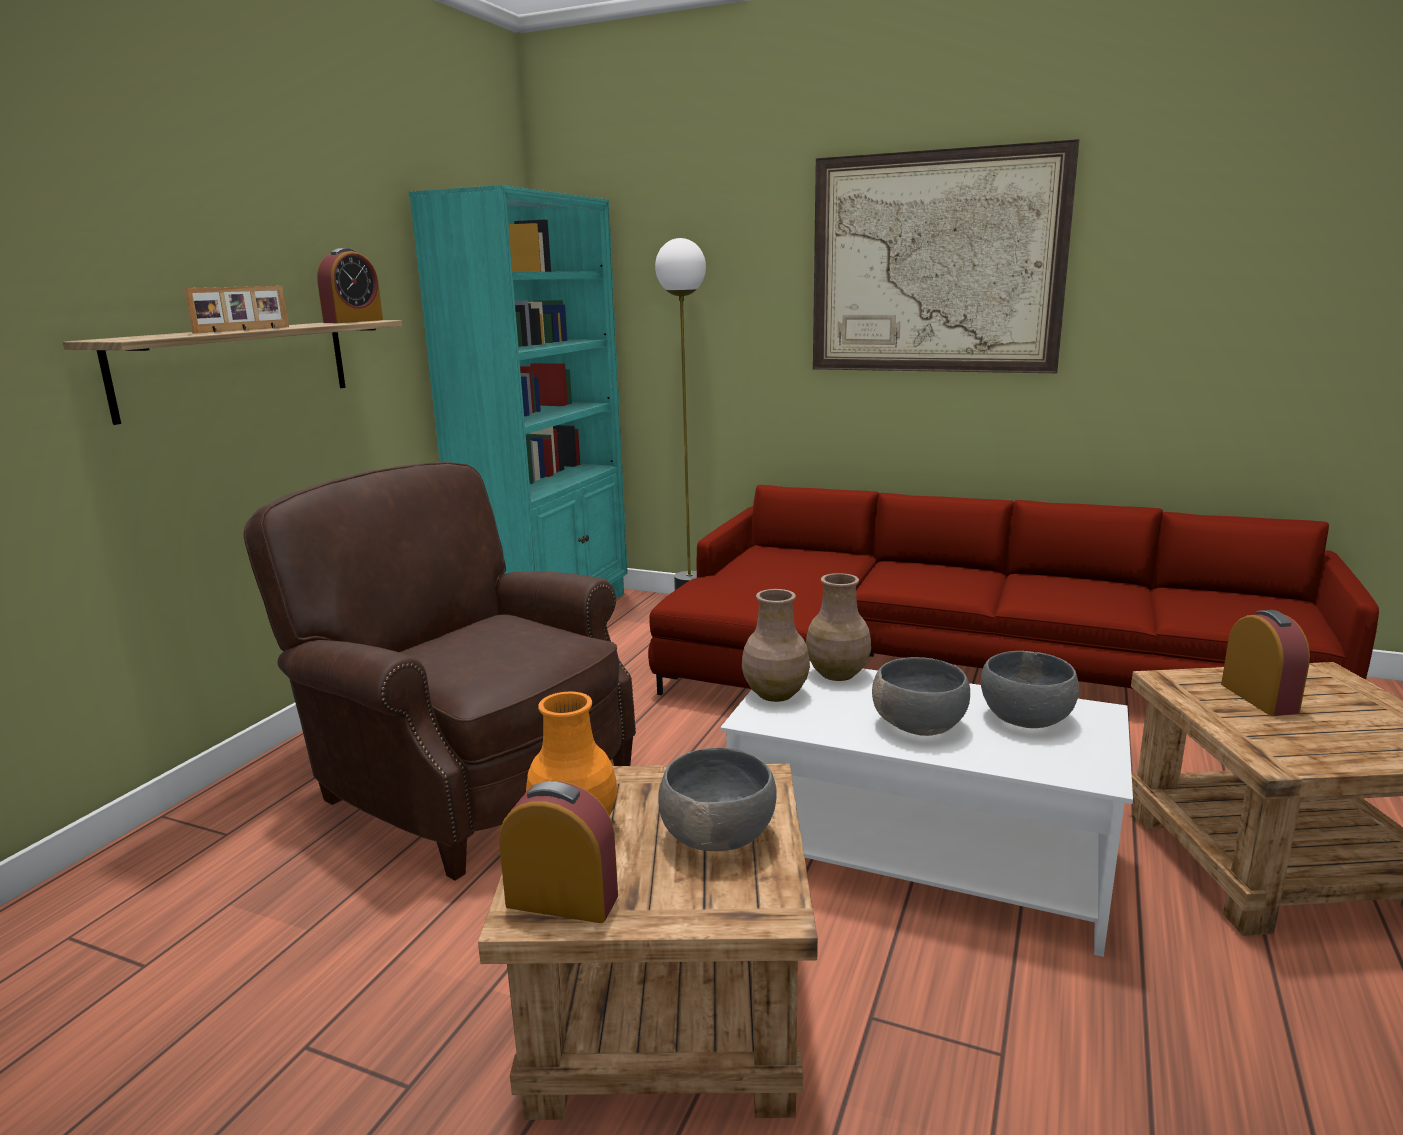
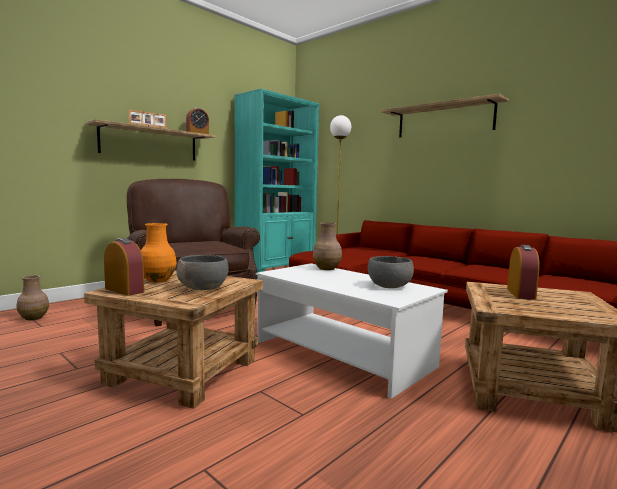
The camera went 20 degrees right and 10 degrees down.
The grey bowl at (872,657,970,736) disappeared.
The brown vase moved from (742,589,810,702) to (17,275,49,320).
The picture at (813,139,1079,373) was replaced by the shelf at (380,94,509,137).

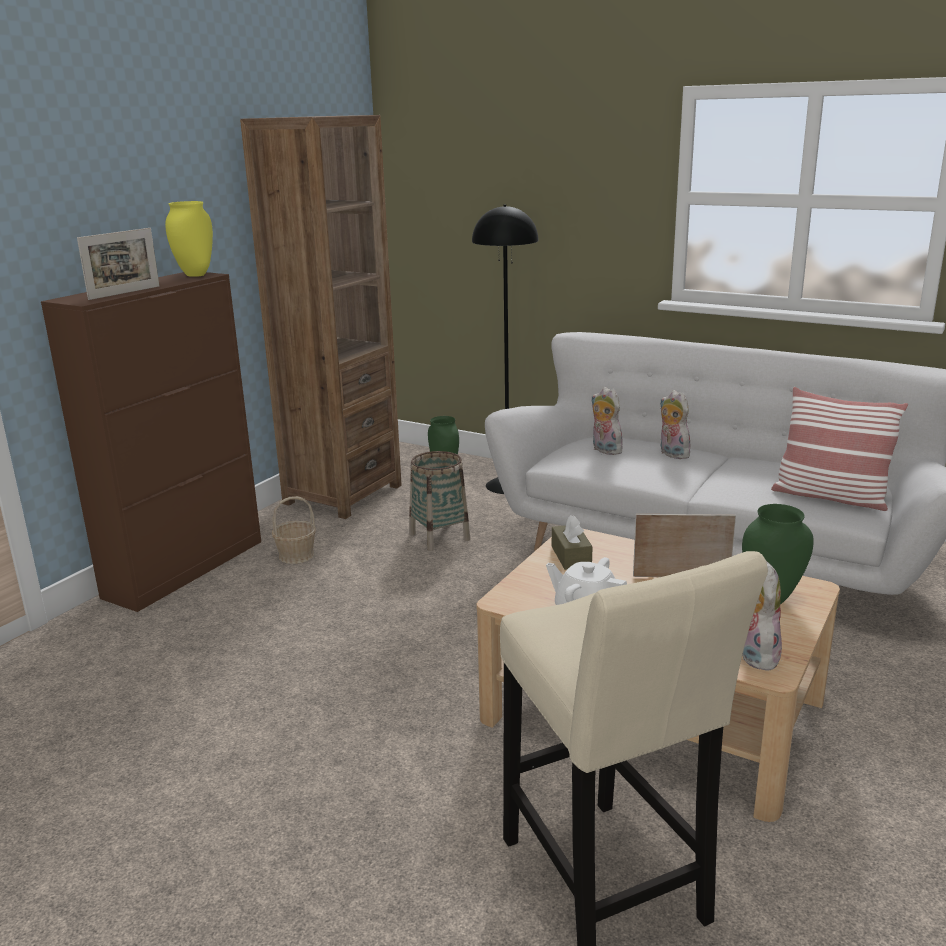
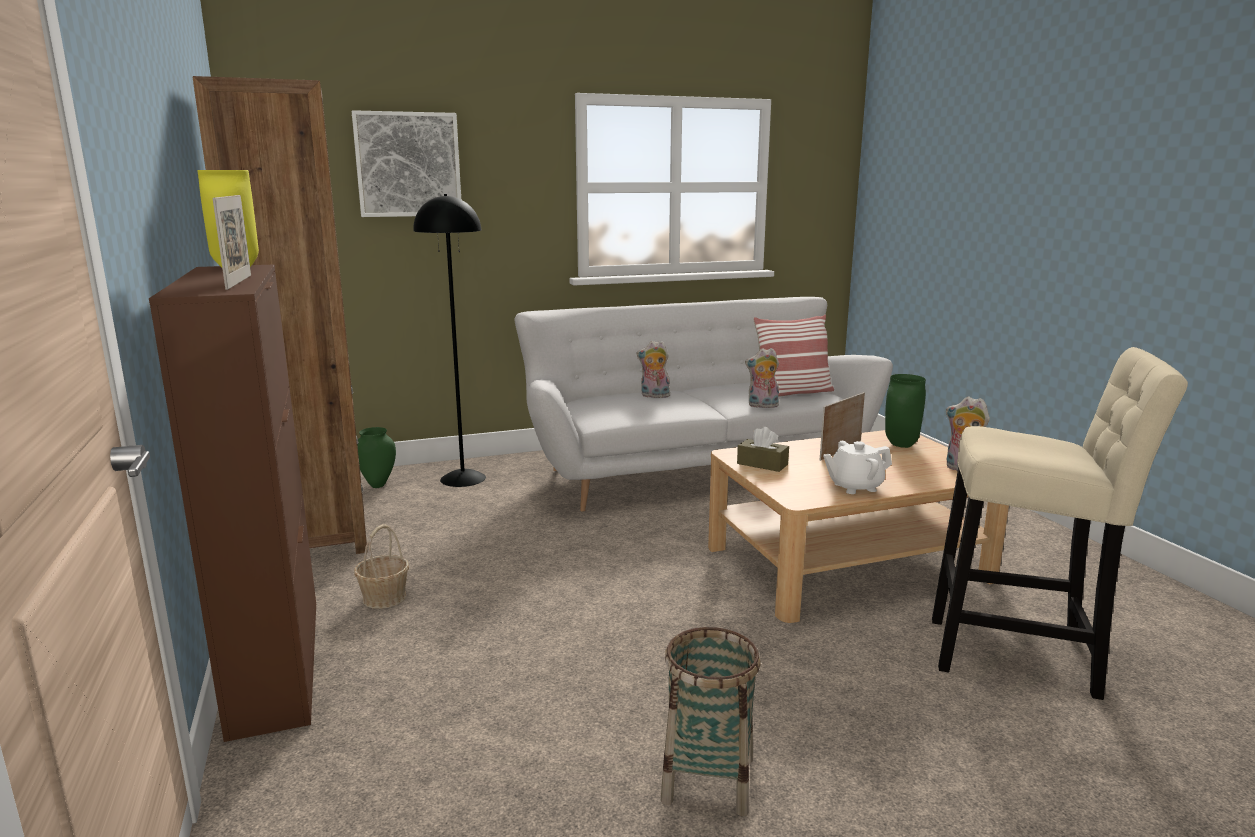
The camera went 50 degrees left and 5 degrees down.
The picture at (352,110,461,217) appeared.
The basket moved from (409,451,470,551) to (661,627,761,816).
The plush toy moved from (591,387,624,455) to (745,348,779,408).

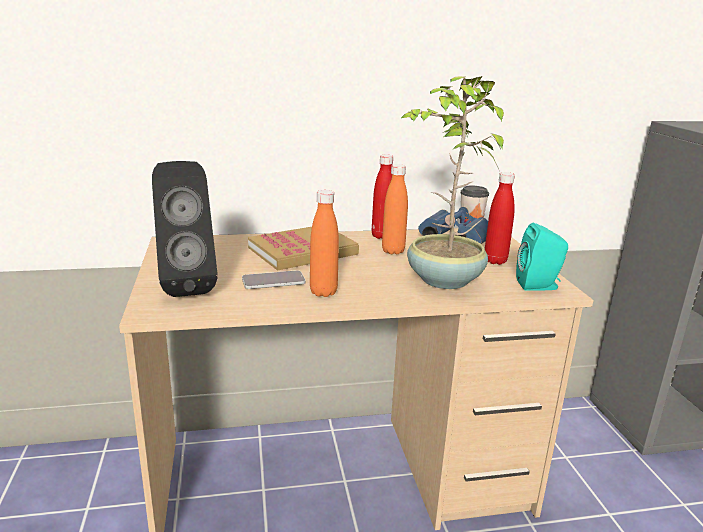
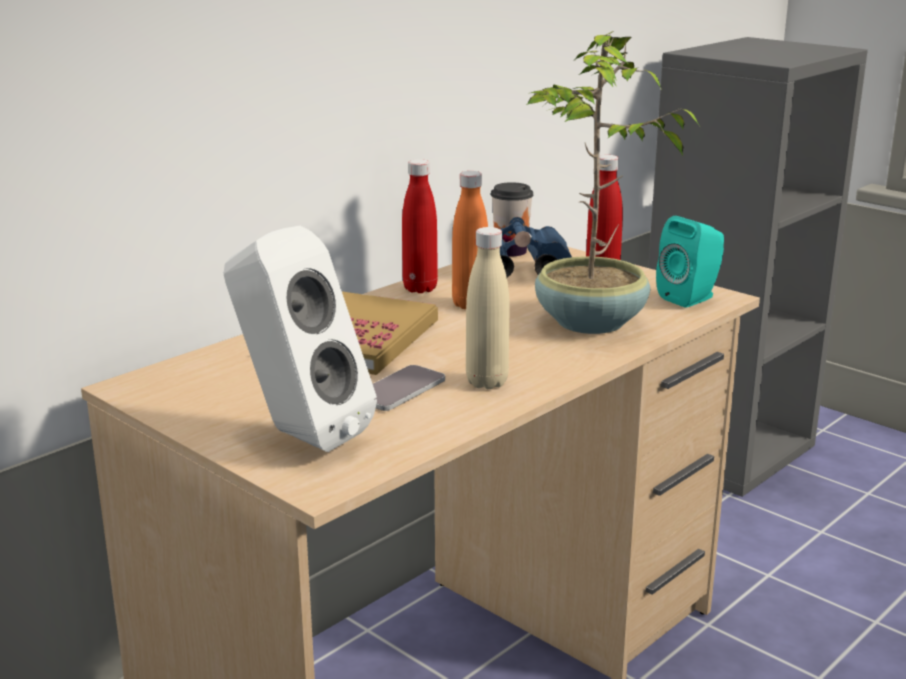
The camera went 35 degrees left and 0 degrees up.
The black speaker at (152,161,218,297) became the white speaker at (224,226,377,452).
The orange bottle at (310,190,339,297) became the beige bottle at (466,227,510,389).

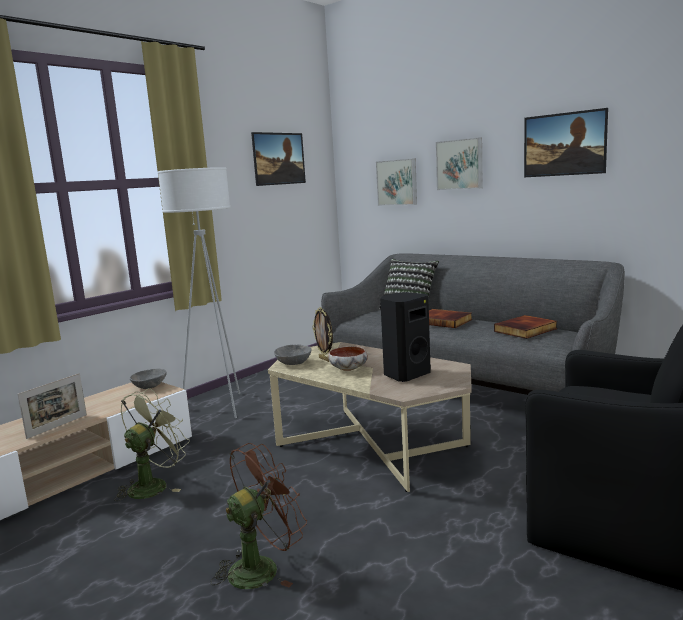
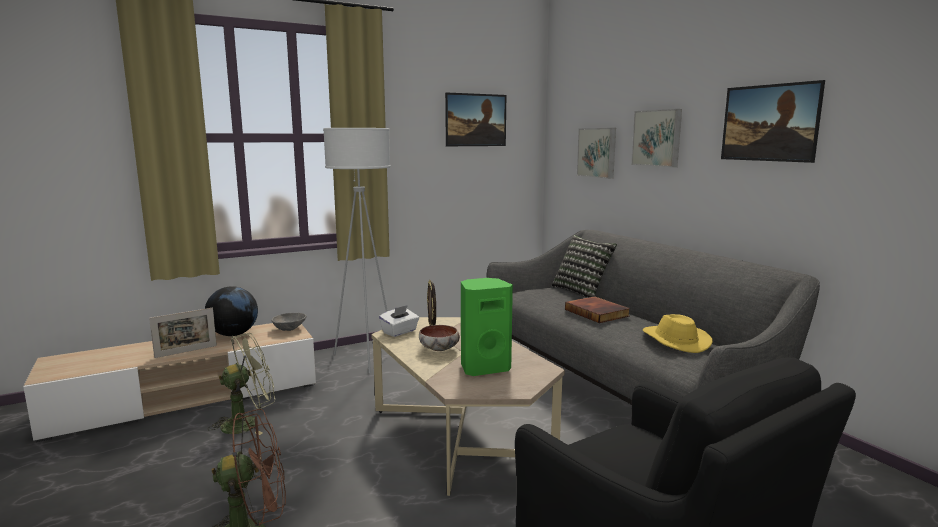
The camera went 20 degrees right and 0 degrees up.
The globe at (205,286,258,336) appeared.
The grey bowl at (274,344,311,365) was replaced by the white tissue box at (379,305,419,337).
The book at (494,315,557,339) was replaced by the yellow hat at (643,314,713,353).
The black speaker at (380,292,431,382) became the green speaker at (461,278,513,376).

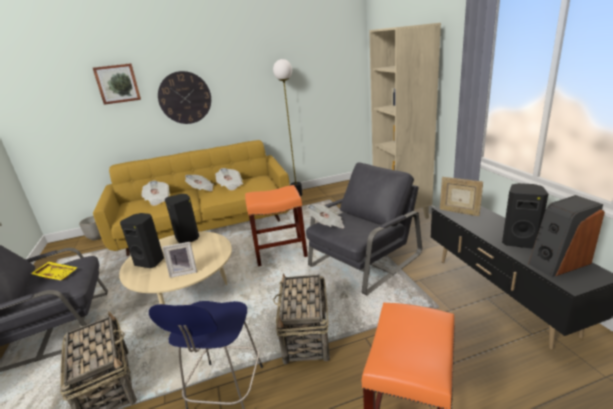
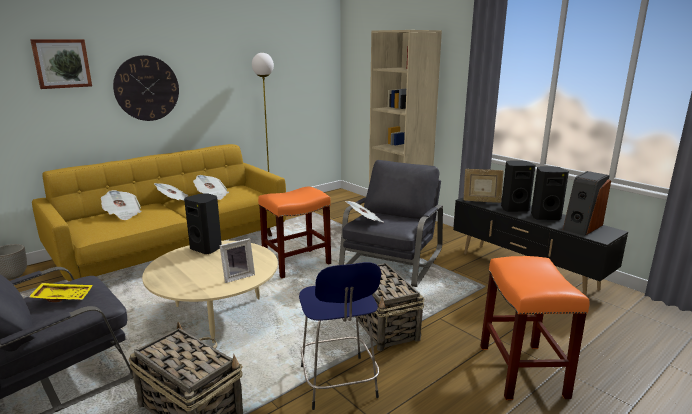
The camera went 25 degrees left and 5 degrees down.
The black speaker moved from (120,213,164,268) to (501,160,536,212).

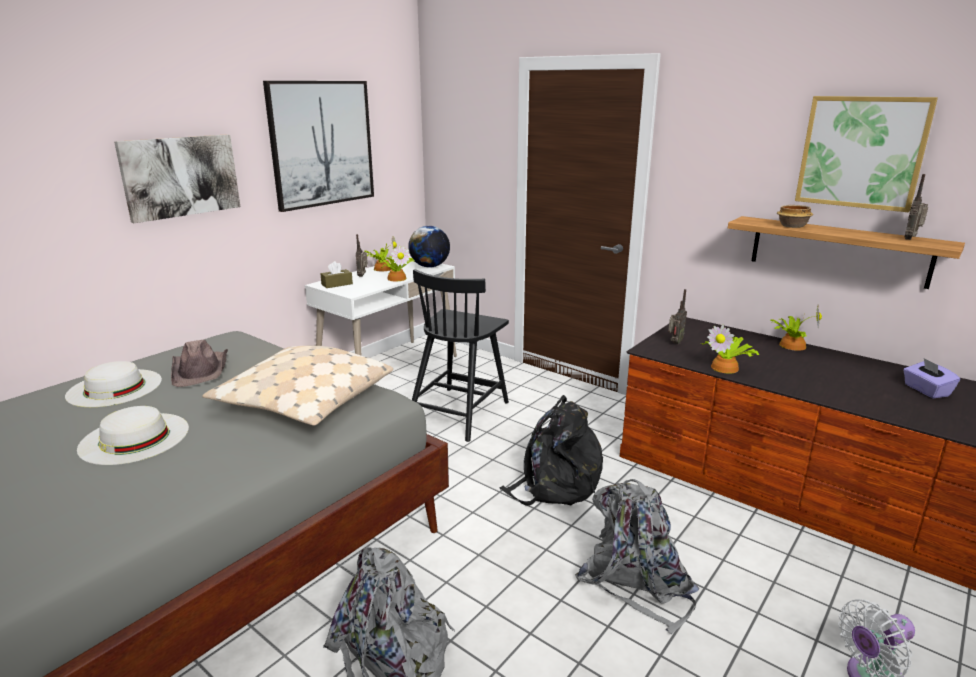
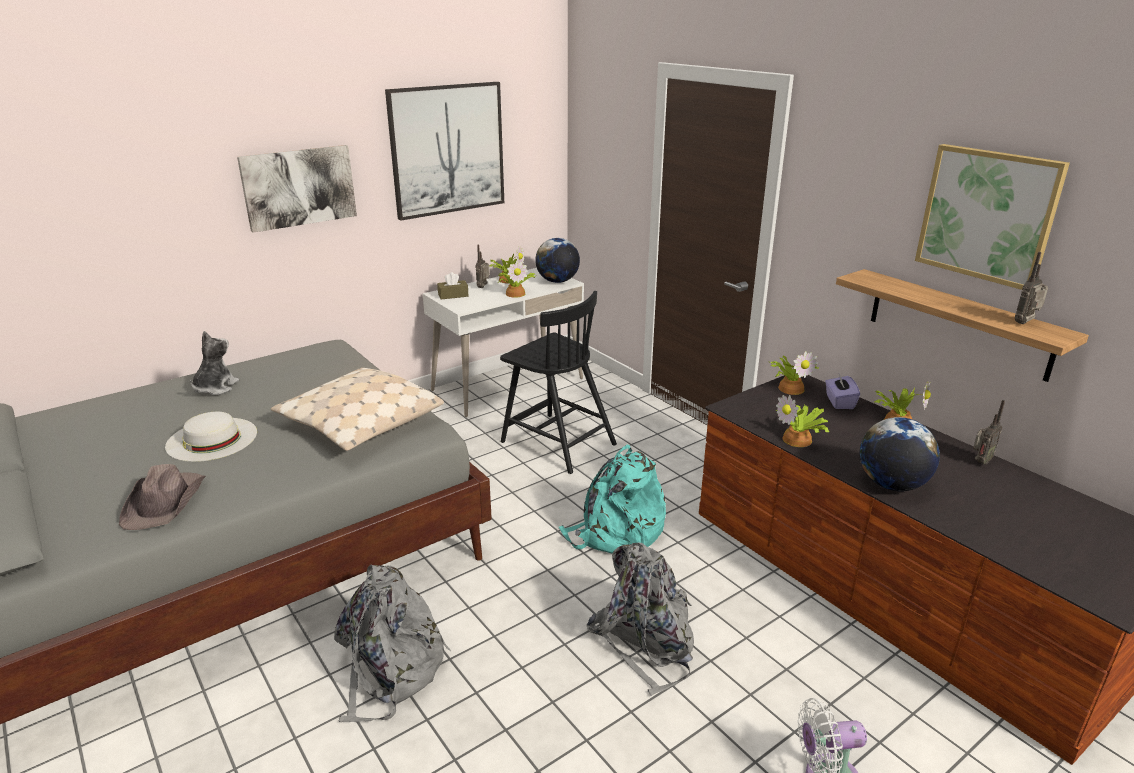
The camera went 15 degrees right and 5 degrees up.
The bowl at (777,205,813,228) disappeared.
The potted plant at (770,351,819,395) appeared.
The globe at (860,417,940,491) appeared.
The brown hat moved from (171,340,228,387) to (119,464,206,530).
The radio moved from (668,289,687,344) to (973,400,1005,465).
The purple tissue box moved from (903,358,960,398) to (825,374,860,409).
The white hat at (65,361,162,407) was replaced by the plush toy at (190,331,239,396).
The black backpack at (500,395,603,506) became the turquoise backpack at (559,445,666,554).
The black chair at (412,269,509,442) turned 90 degrees counterclockwise.

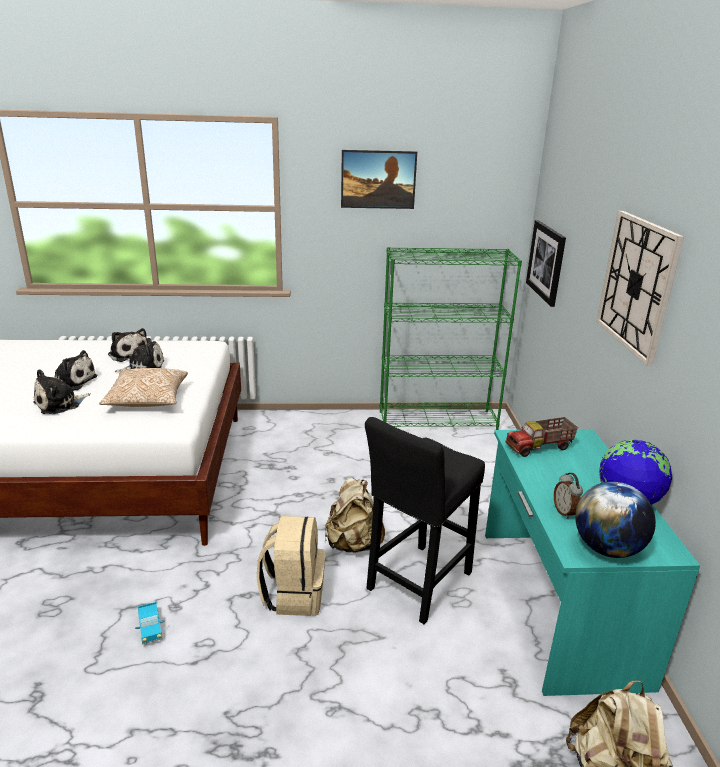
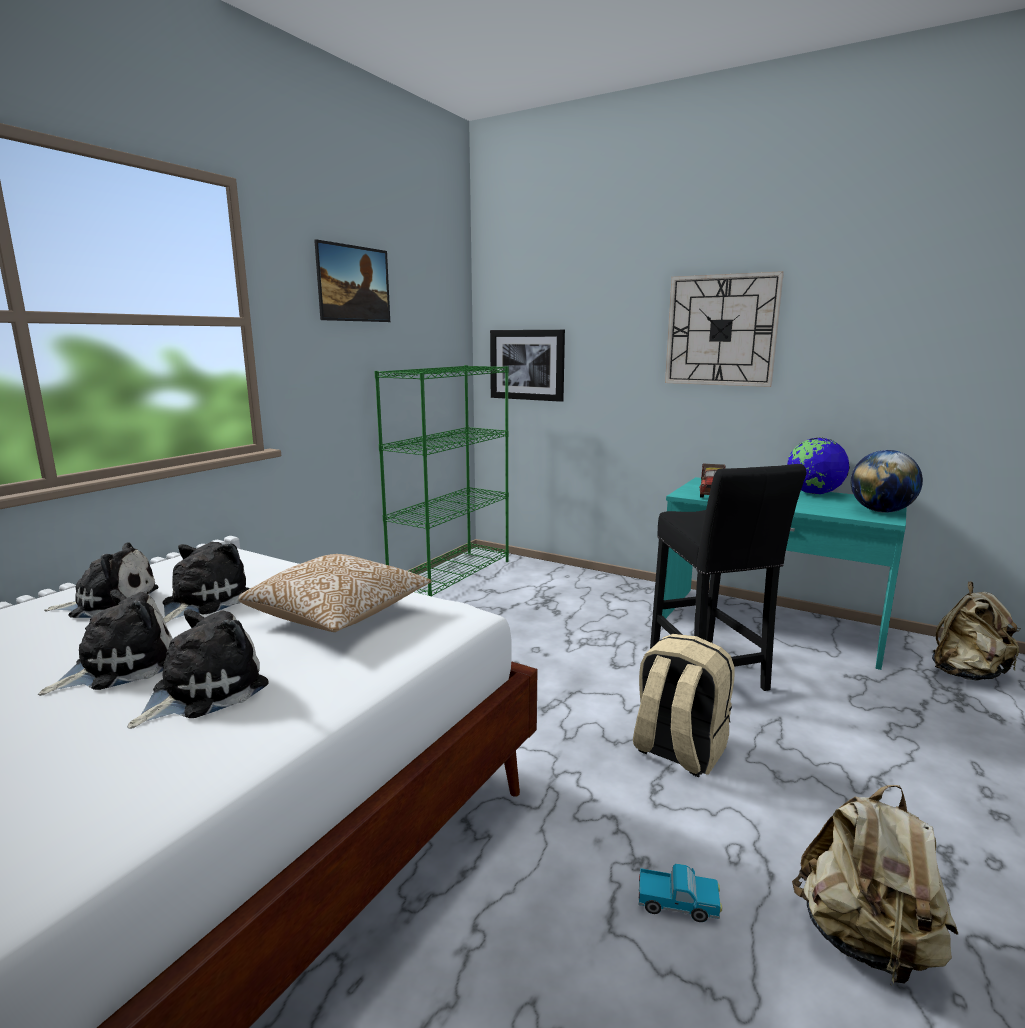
The camera went 55 degrees left and 10 degrees down.
The alarm clock at (554,473,583,519) disappeared.
The beige backpack moved from (325,478,385,553) to (792,785,958,985).
The plush toy at (33,369,90,414) turned 135 degrees counterclockwise.

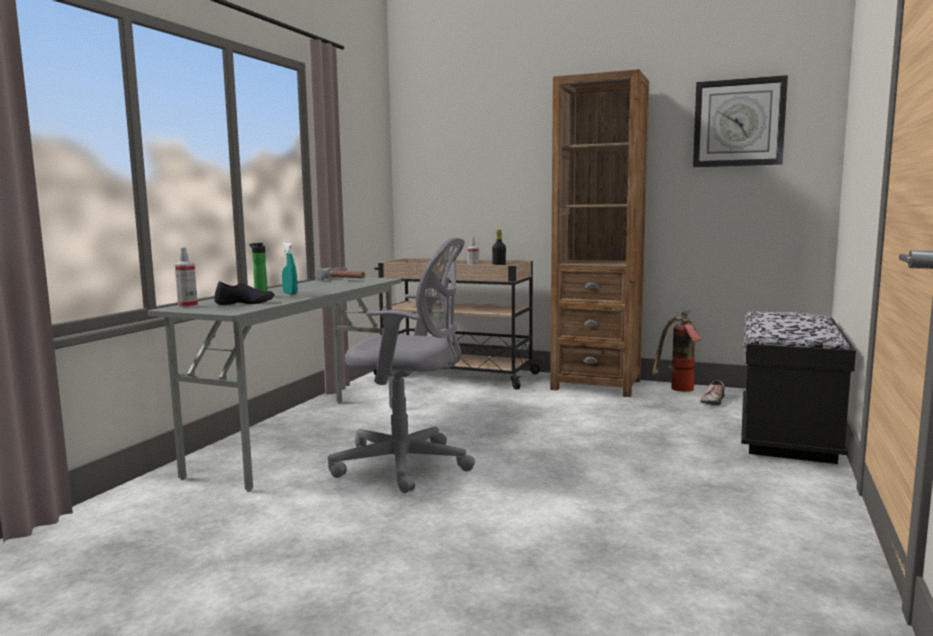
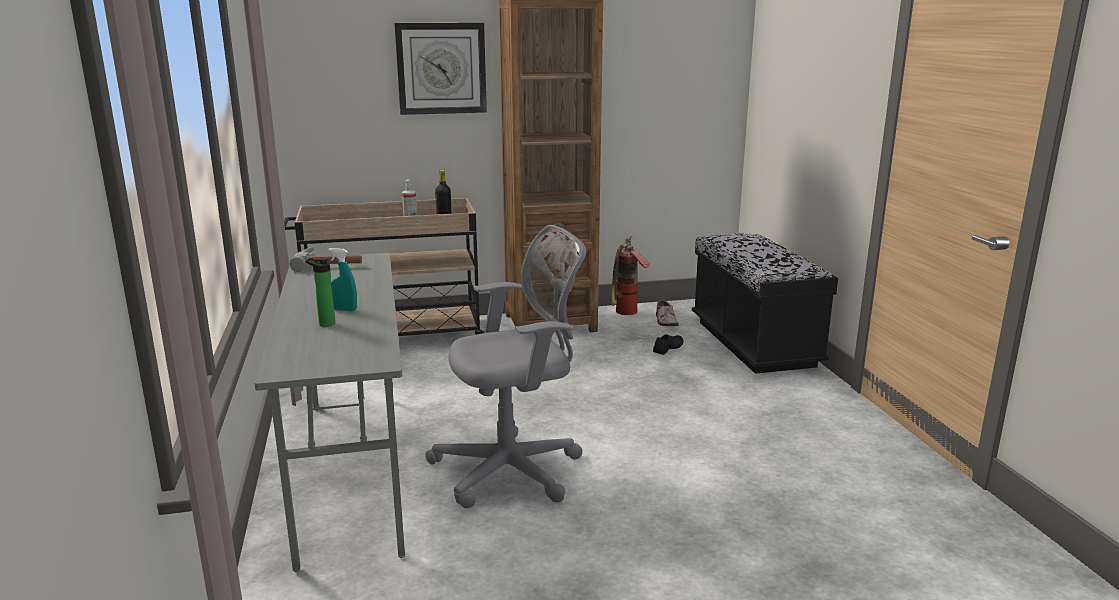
The camera went 35 degrees left and 10 degrees up.
The spray bottle at (175,247,198,308) disappeared.
The black shoe moved from (214,281,275,305) to (653,334,683,355).
The wall clock moved from (693,75,788,167) to (394,23,487,115).

